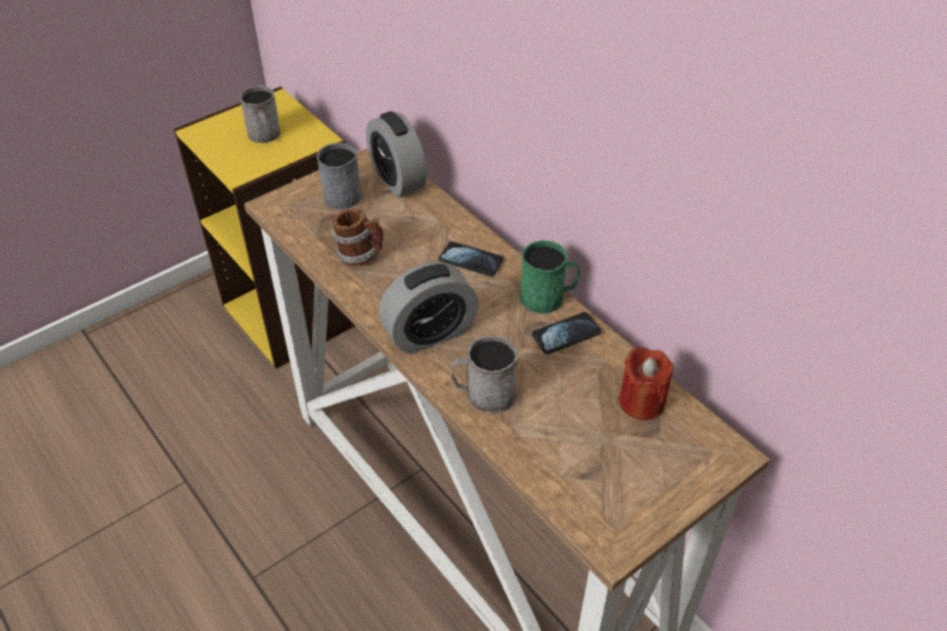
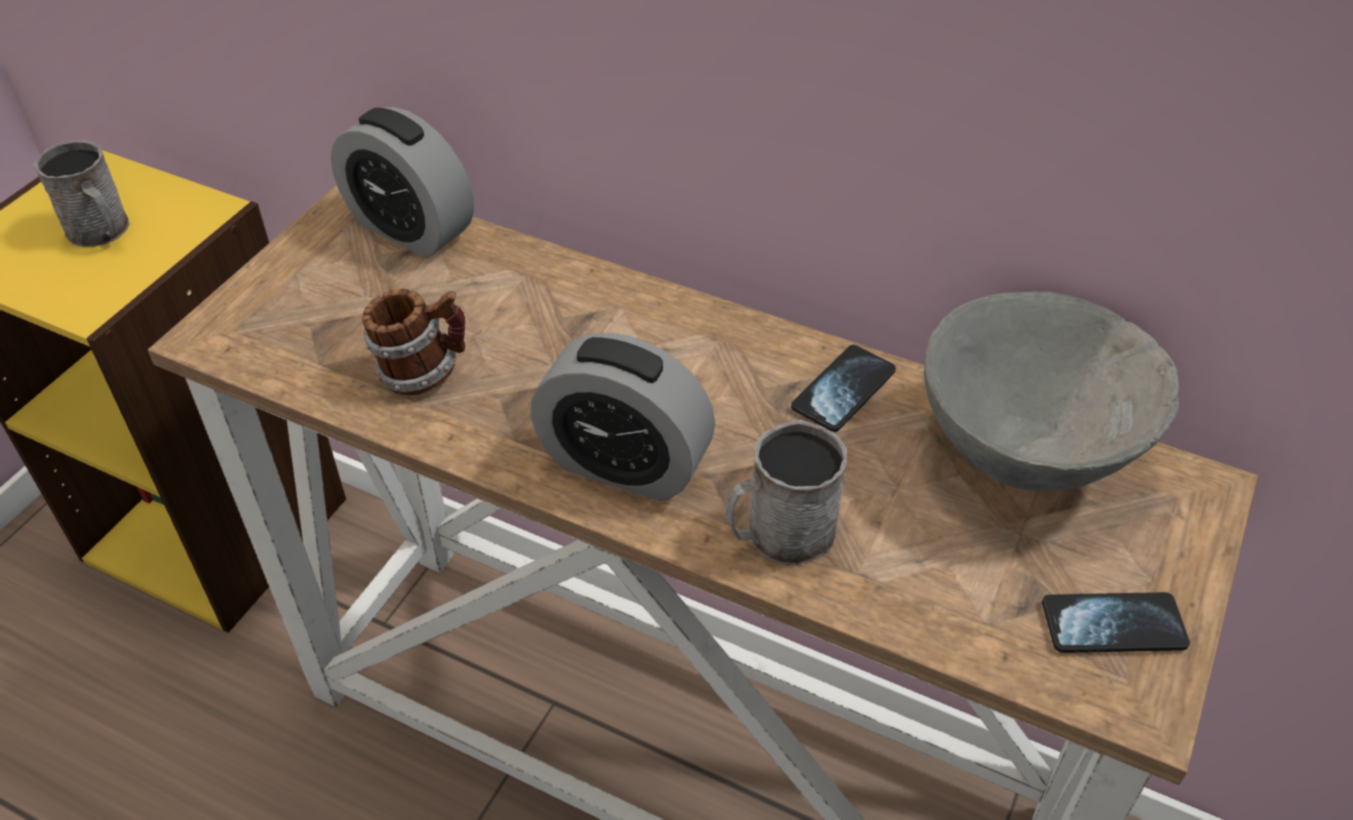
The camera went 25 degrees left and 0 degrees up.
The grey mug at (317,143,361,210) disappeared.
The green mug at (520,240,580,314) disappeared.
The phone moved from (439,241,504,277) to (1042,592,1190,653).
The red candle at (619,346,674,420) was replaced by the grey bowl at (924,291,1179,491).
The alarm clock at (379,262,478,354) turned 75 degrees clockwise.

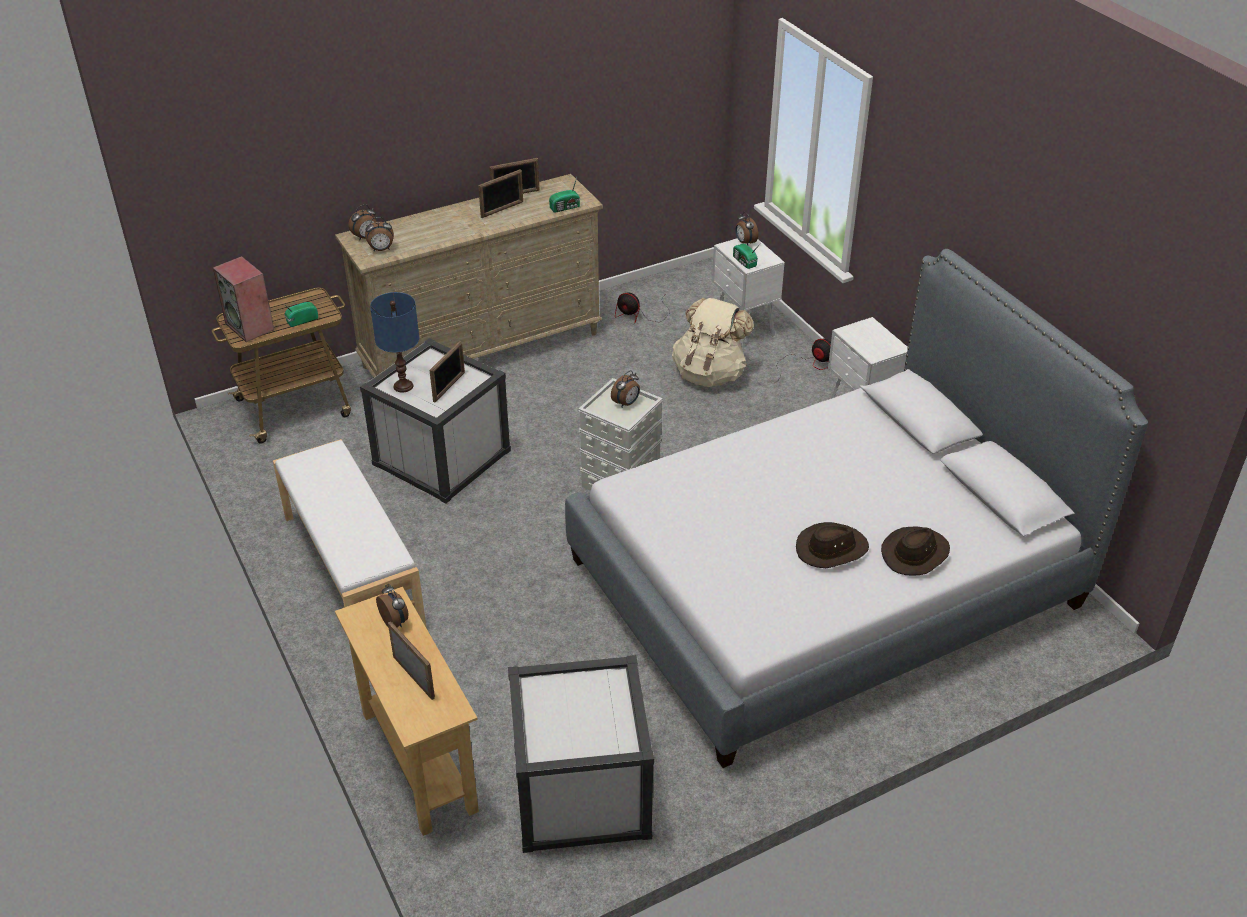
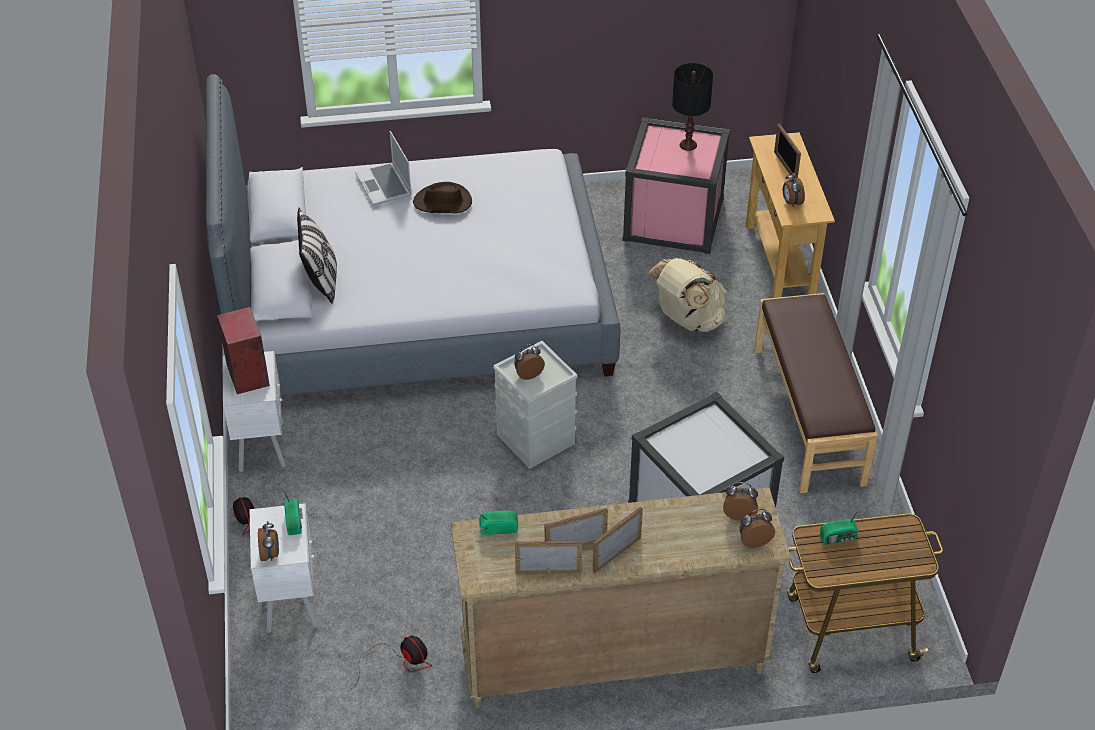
The camera went 160 degrees left and 5 degrees up.
The blue table lamp at (370,292,419,393) disappeared.
The pillow at (297,208,337,304) appeared.
The black table lamp at (672,63,713,151) appeared.
The speaker moved from (213,256,274,342) to (217,307,270,394).
The picture frame moved from (429,341,465,402) to (593,507,643,573).
The beige backpack moved from (672,298,754,387) to (648,258,727,332).
The brown hat at (881,526,950,576) was replaced by the laptop at (355,131,412,206).
The white bench at (273,439,426,627) became the brown bench at (754,293,878,493).
The white storage box at (508,655,654,853) became the pink storage box at (623,117,730,254).

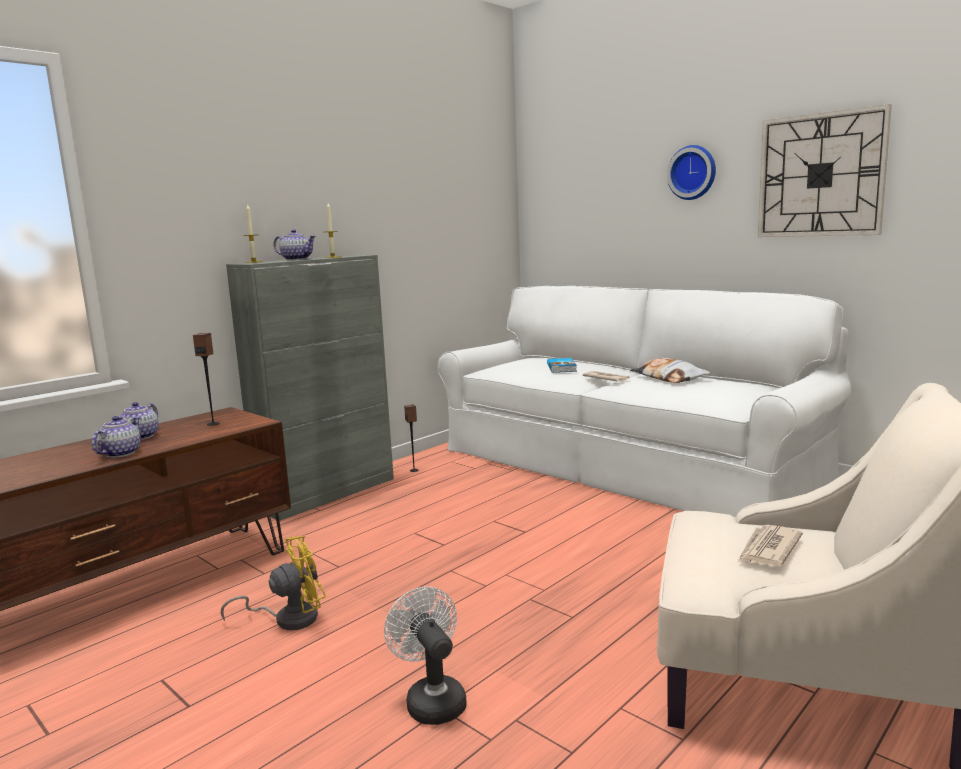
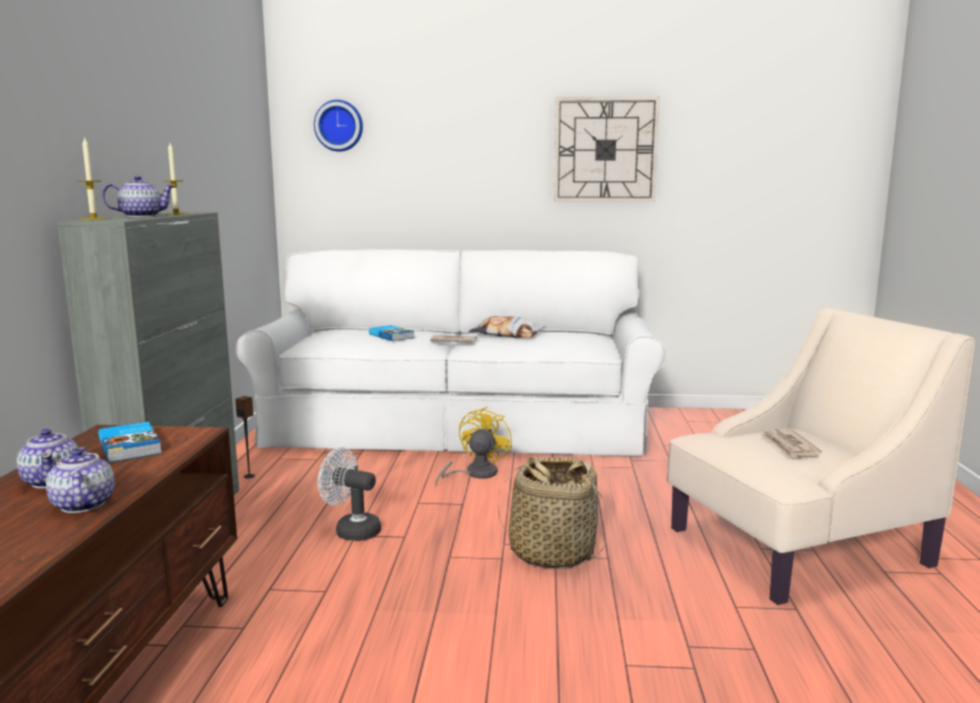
The camera went 40 degrees left and 0 degrees up.
The basket at (498,457,605,569) appeared.
The yellow fan moved from (221,536,326,630) to (435,407,512,486).
The white fan moved from (384,587,467,725) to (318,448,381,541).
The wall clock moved from (667,145,716,200) to (314,100,363,152).
The speaker at (193,333,219,426) was replaced by the book at (98,421,162,463).

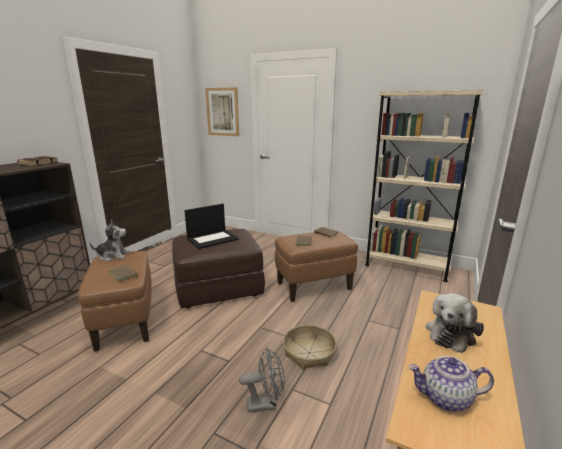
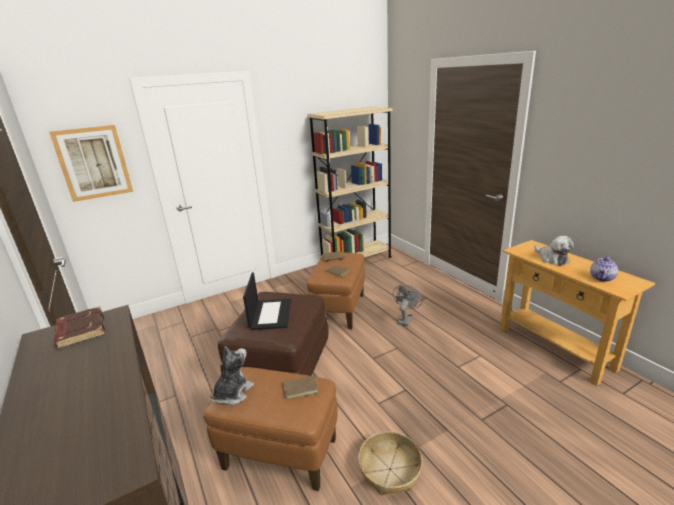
The camera went 55 degrees left and 5 degrees up.
The grey fan moved from (239,347,285,412) to (393,285,423,326).
The basket moved from (283,325,337,369) to (358,431,423,495).

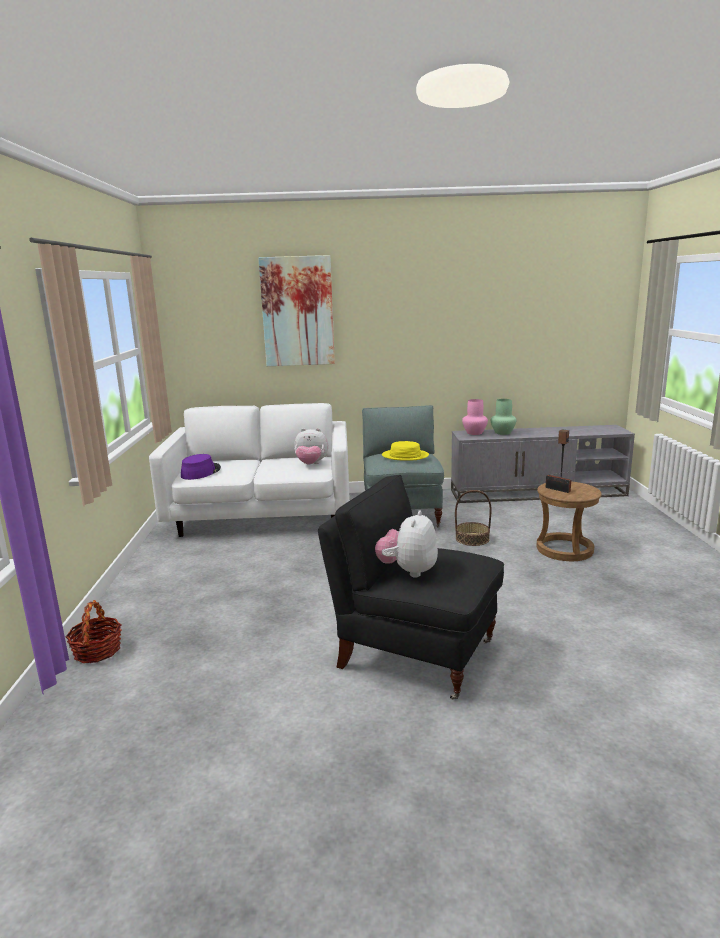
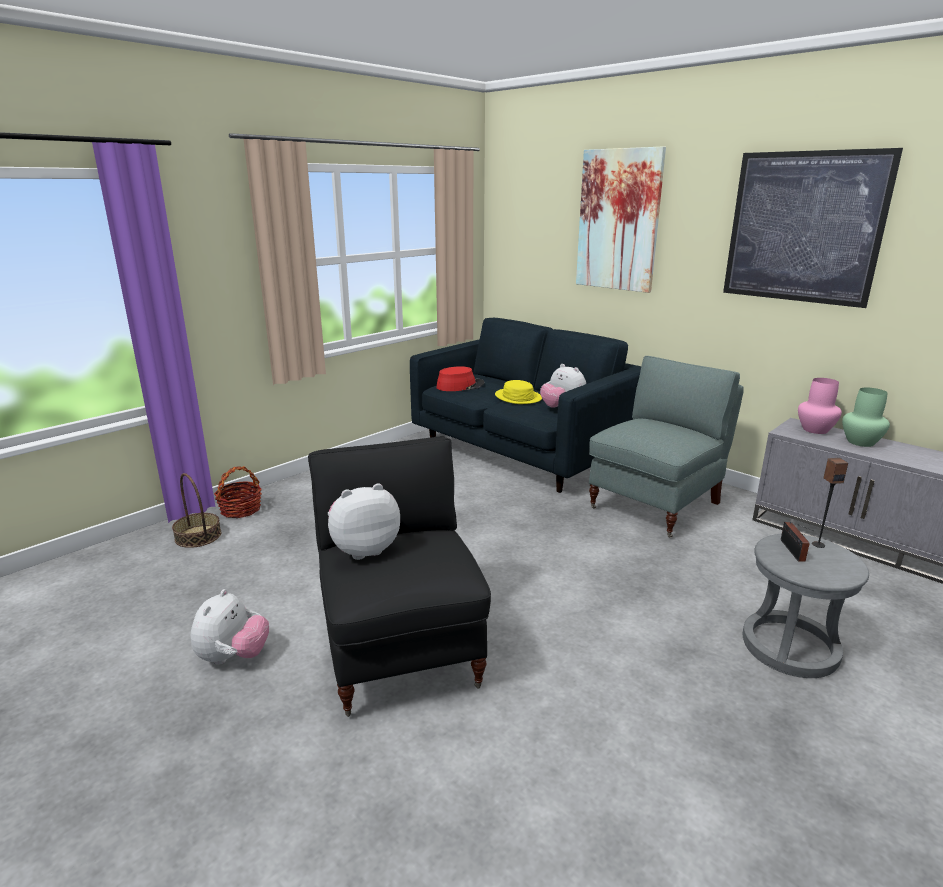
The camera went 45 degrees right and 5 degrees up.
The plush toy at (191,589,269,665) appeared.
The picture at (723,148,903,308) appeared.
The yellow hat moved from (382,441,429,460) to (495,380,542,404).
The basket moved from (455,490,492,546) to (172,473,221,548).
The white sofa at (149,403,350,537) became the blue sofa at (410,318,641,493).
The purple hat at (181,454,221,480) became the red hat at (436,366,485,391).
The brown stool at (536,482,602,561) became the grey stool at (742,534,869,678).

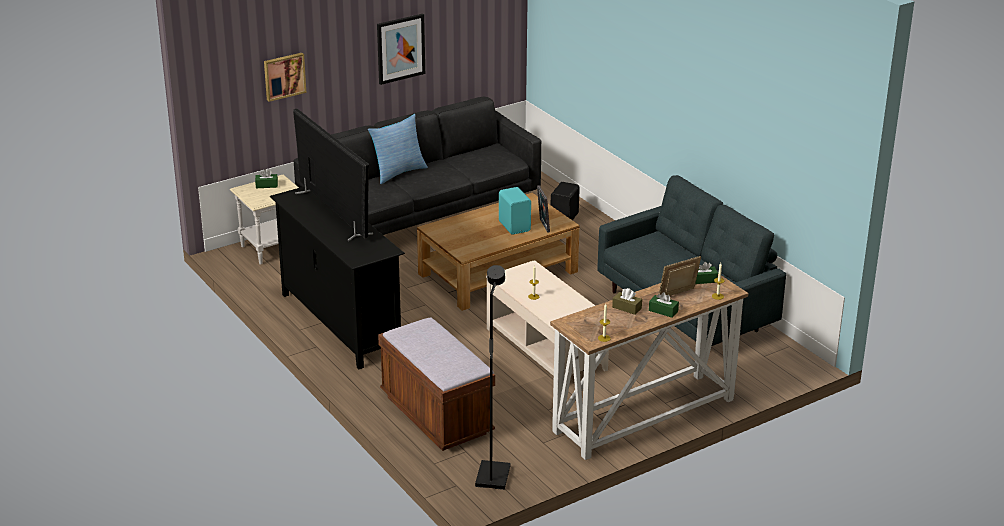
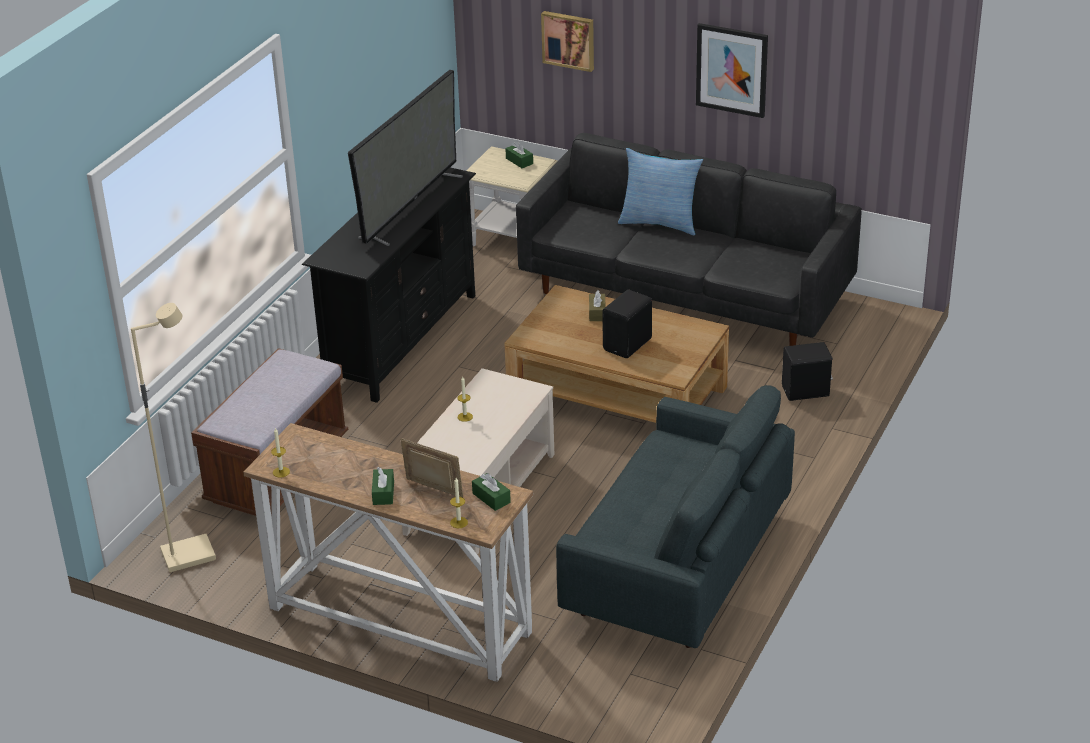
The camera went 60 degrees right and 5 degrees up.
The picture frame at (537,185,550,233) disappeared.
The brown tissue box moved from (612,288,642,315) to (589,290,605,321).
The black floor lamp at (475,265,510,490) became the beige floor lamp at (131,303,216,572).
The turquoise speaker at (499,187,531,235) became the black speaker at (602,290,652,358).

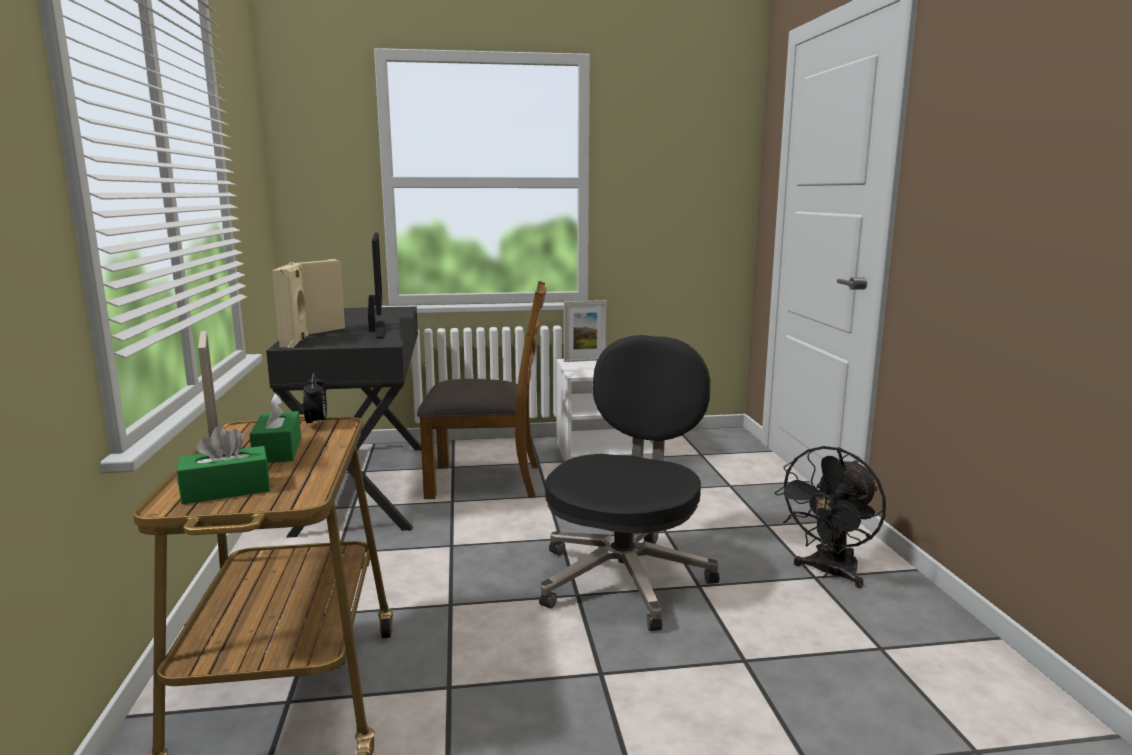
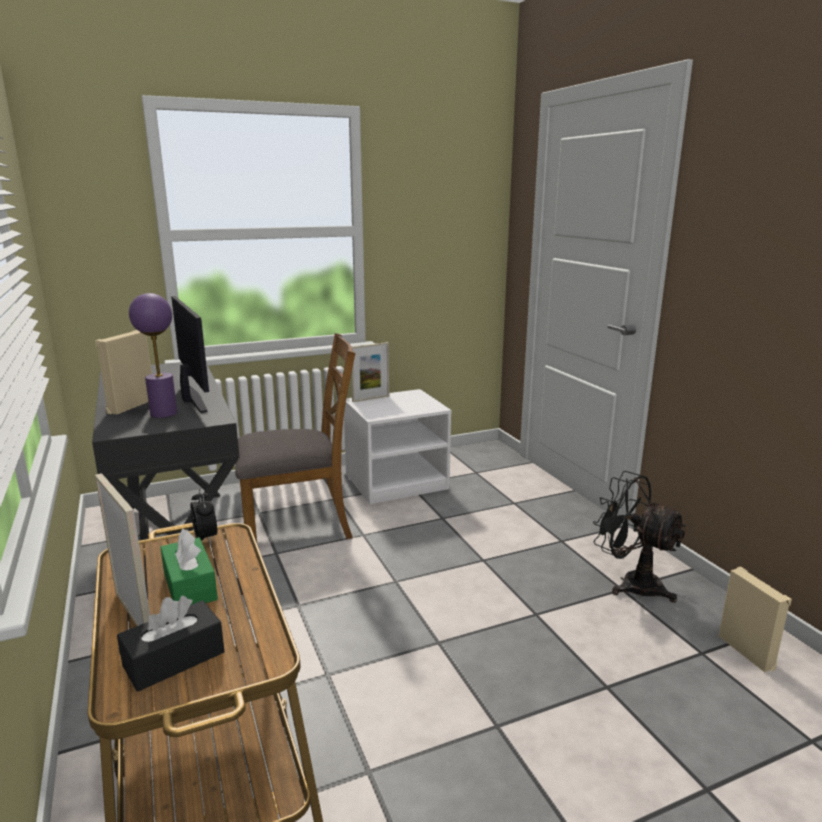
The camera went 15 degrees left and 5 degrees up.
The black office chair at (539,335,719,631) disappeared.
The purple table lamp at (129,293,177,418) appeared.
The beige speaker moved from (272,264,308,348) to (719,567,792,672).
The green tissue box at (177,426,270,504) became the black tissue box at (117,596,225,692).
The black fan at (775,446,886,588) turned 105 degrees clockwise.

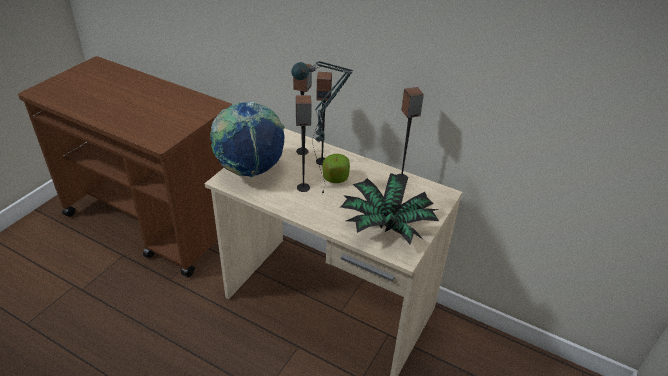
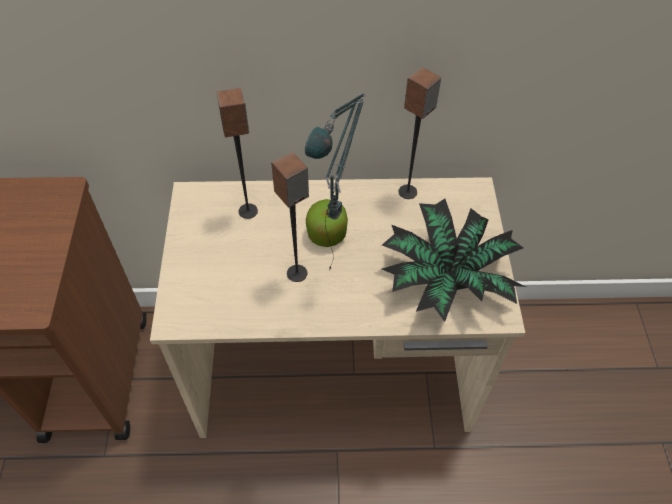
The camera went 30 degrees left and 15 degrees up.
The globe at (210,102,285,177) disappeared.
The speaker at (316,72,332,165) disappeared.

